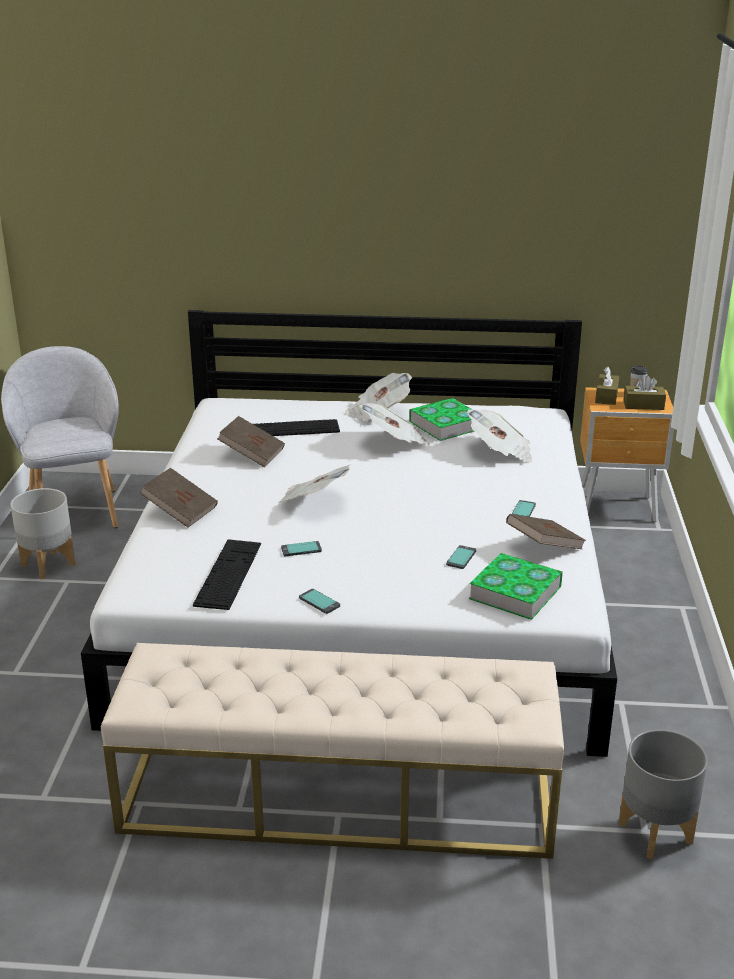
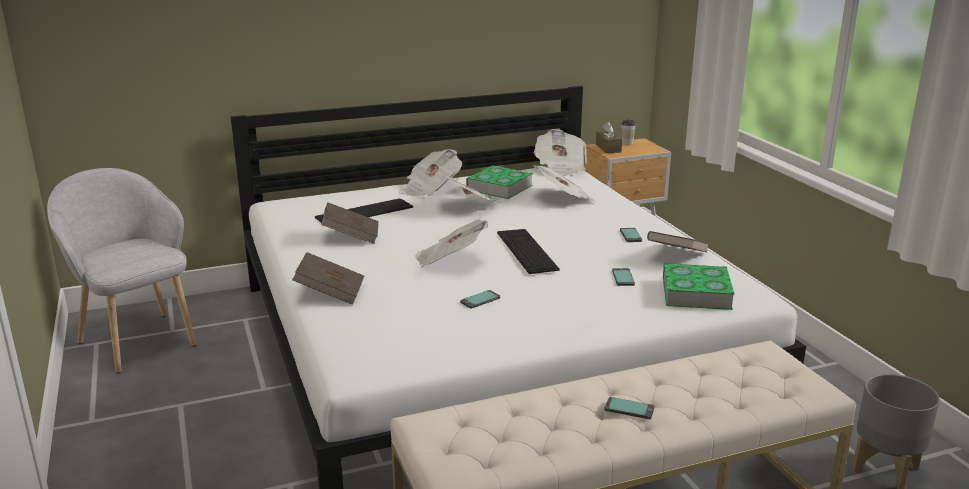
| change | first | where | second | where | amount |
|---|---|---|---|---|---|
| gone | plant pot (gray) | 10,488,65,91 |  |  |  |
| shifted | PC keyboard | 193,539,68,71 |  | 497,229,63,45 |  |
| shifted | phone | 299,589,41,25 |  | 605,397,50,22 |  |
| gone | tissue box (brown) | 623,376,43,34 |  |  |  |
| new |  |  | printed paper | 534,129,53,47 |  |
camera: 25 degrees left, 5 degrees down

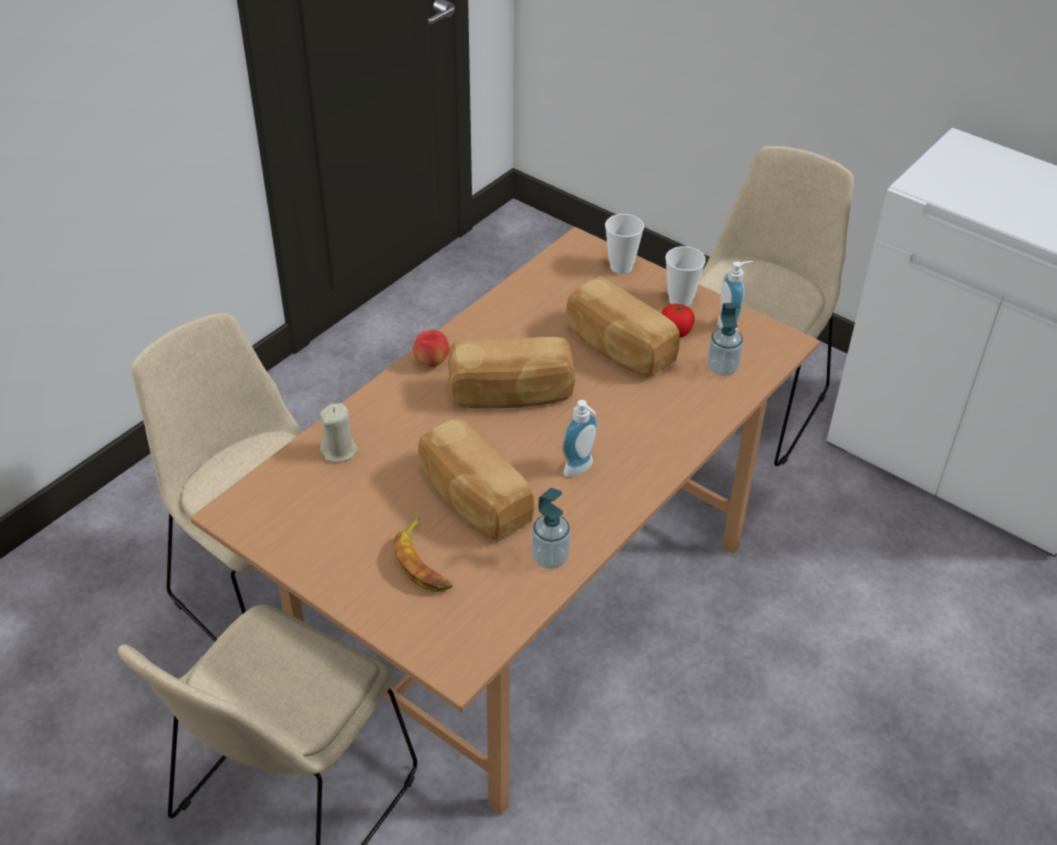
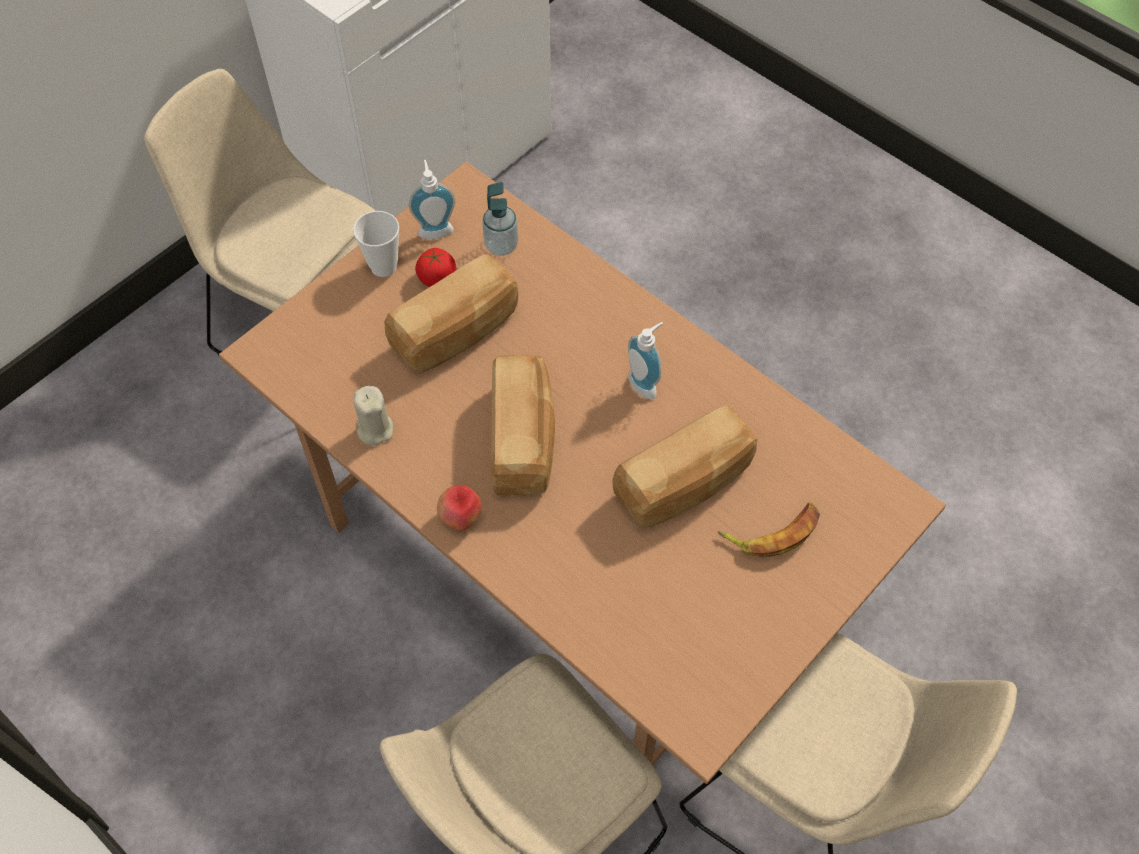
| change | first | where | second | where | amount |
|---|---|---|---|---|---|
| shifted | candle (beige) | 320,403,38,59 |  | 353,386,40,60 |  |
| gone | soap bottle | 532,488,39,81 |  |  |  |
| gone | drinking cup | 605,214,39,60 |  |  |  |
camera: 85 degrees left, 15 degrees up

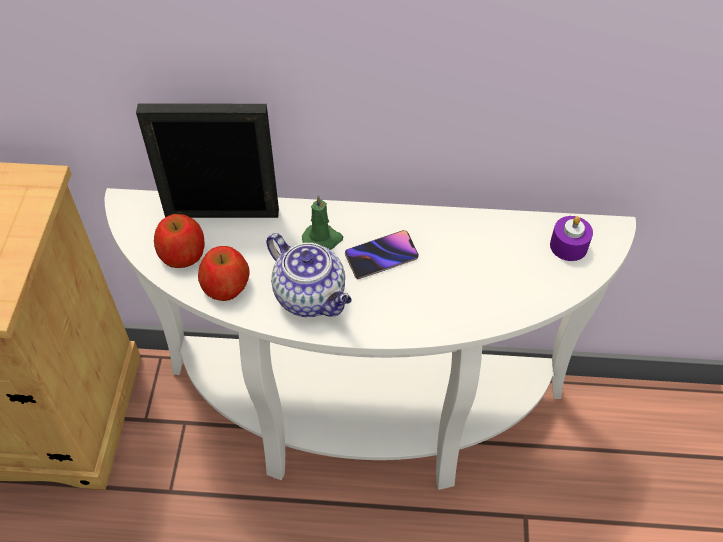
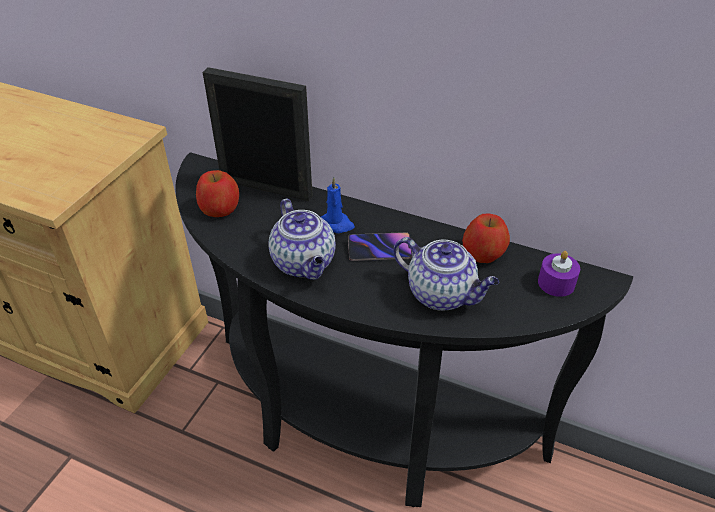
| change | first | where | second | where | amount |
|---|---|---|---|---|---|
| repainted | narrow table (white-coloured) | 104,188,532,302 | narrow table (black) | 175,152,458,355 |  |
| shifted | whole apple | 198,246,52,55 |  | 462,214,48,49 |  |
| repainted | candle (green) | 302,195,41,55 | candle (bluish) | 321,177,34,56 |  |
| new |  |  | teapot | 393,237,106,74 |  |
camera: 20 degrees right, 10 degrees down

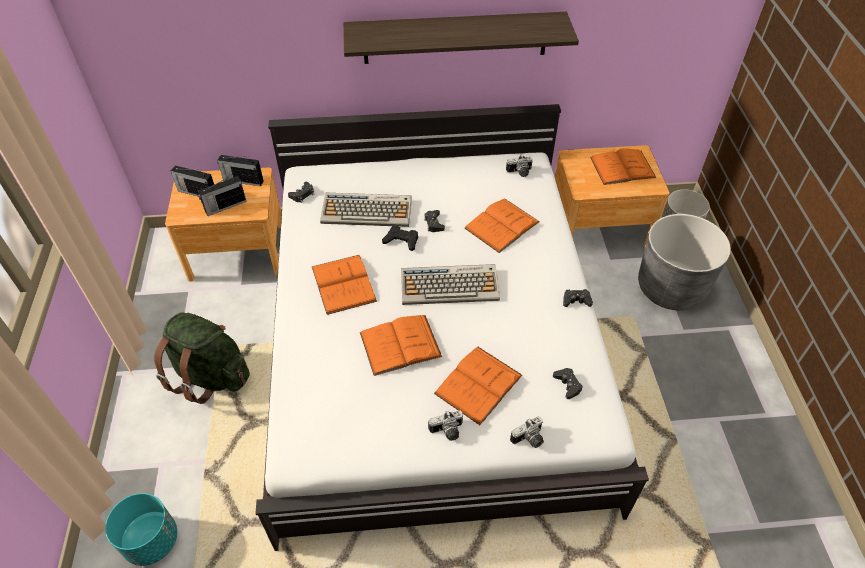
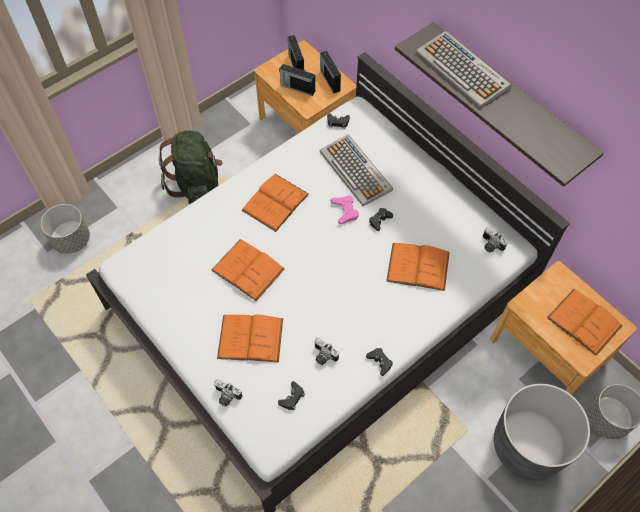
| change | first | where | second | where | amount |
|---|---|---|---|---|---|
| repainted | plant pot (turquoise-coloured) | 105,493,72,73 | plant pot (gray) | 41,204,49,50 |  |
| repainted | joypad (black) | 382,226,36,25 | joypad (pink) | 330,196,29,28 |  |
| shifted | PC keyboard | 401,264,99,41 |  | 416,31,96,77 |  |
| shifted | still camera | 428,410,35,31 |  | 315,337,24,28 |  |
camera: 55 degrees right, 10 degrees up

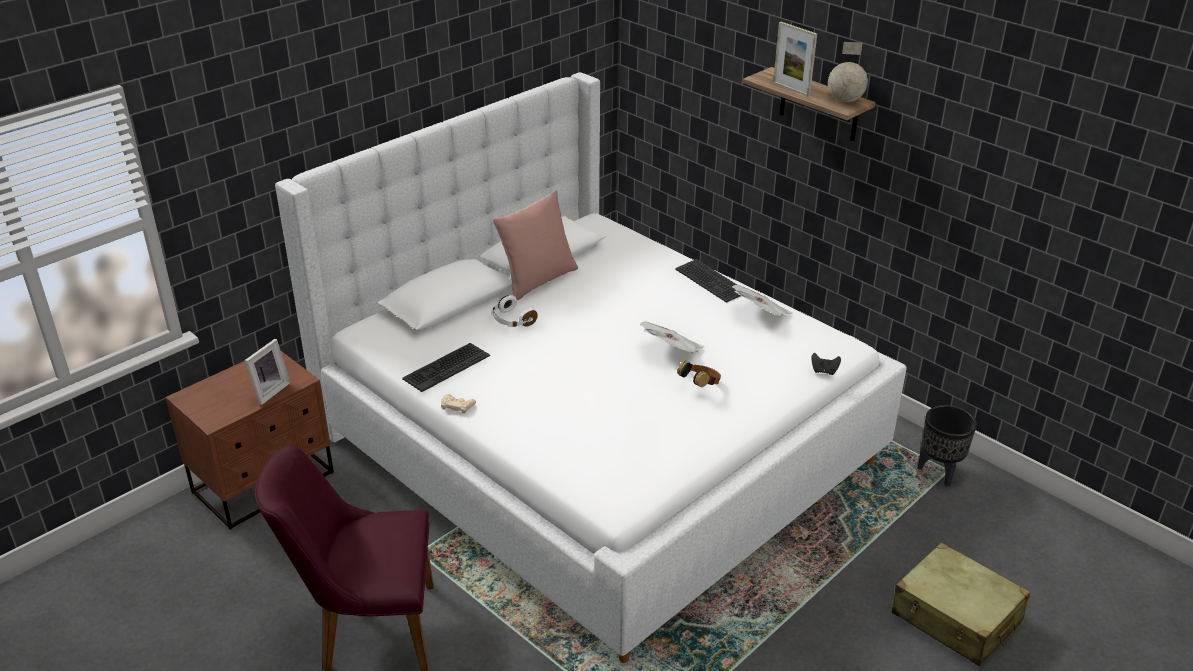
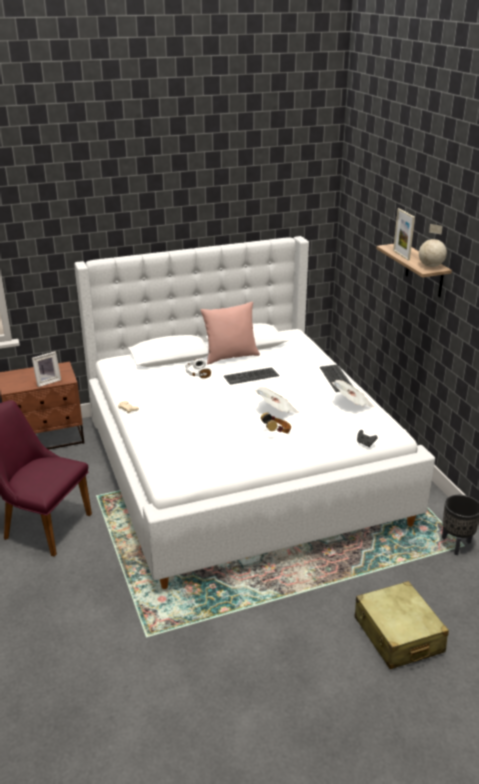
| change | first | where | second | where | amount |
|---|---|---|---|---|---|
| shifted | PC keyboard | 402,343,88,49 |  | 224,367,55,18 |  |
camera: 25 degrees right, 5 degrees down

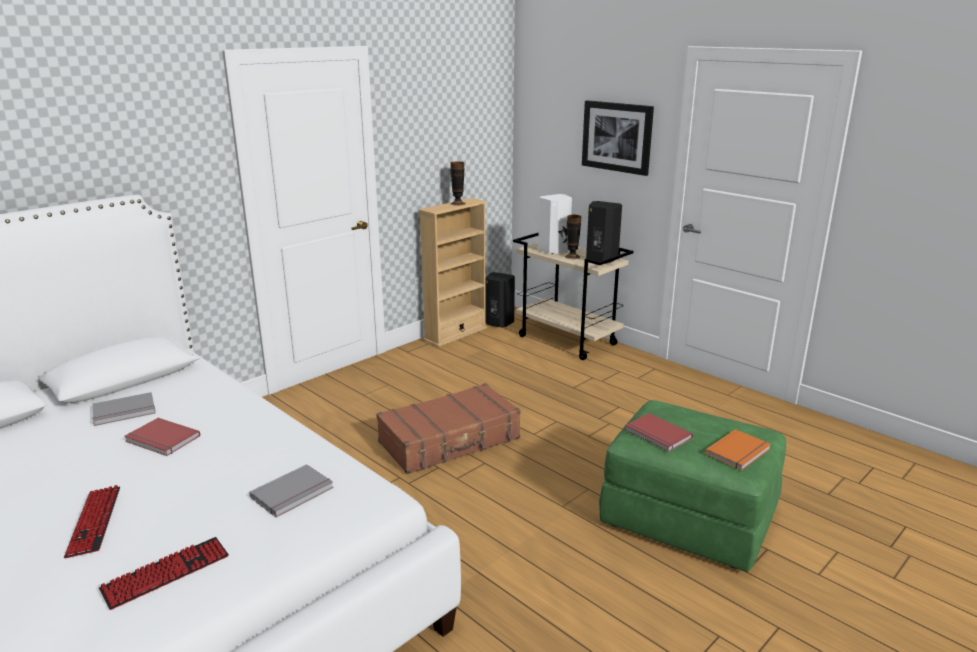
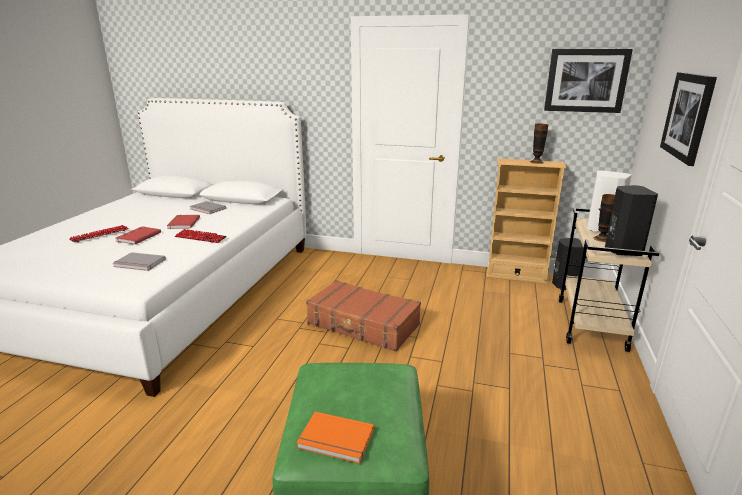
| change | first | where | second | where | amount |
|---|---|---|---|---|---|
| shifted | PC keyboard | 99,537,130,73 |  | 175,229,52,14 |  |
| shifted | volume (red-coloured) | 625,413,68,39 |  | 116,227,45,17 |  |
| new |  |  | wall art | 544,49,89,64 |  |
camera: 60 degrees right, 0 degrees up

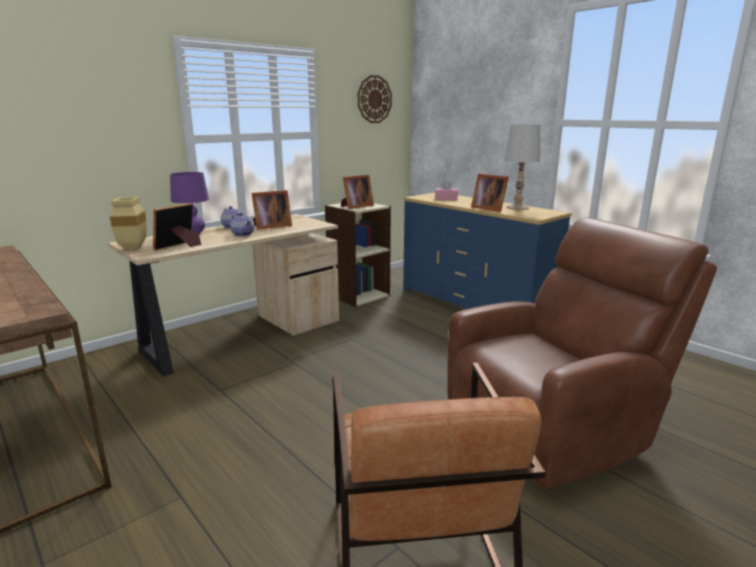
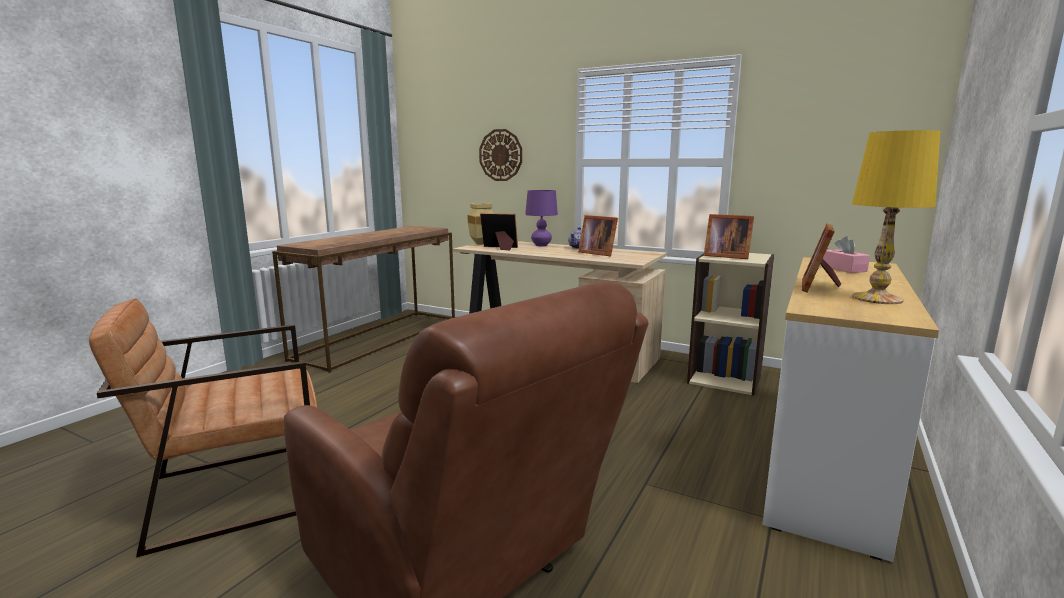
| change | first | where | second | where | amount |
|---|---|---|---|---|---|
| gone | teapot | 230,213,24,24 |  |  |  |
| shifted | wall clock | 358,75,34,48 |  | 479,129,43,52 |  |
| repainted | drawer chest (bluish) | 403,193,169,116 | drawer chest (white-coloured) | 763,257,176,305 |  |
| repainted | tabletop lamp (white-coloured) | 505,125,35,85 | tabletop lamp (yellow) | 852,130,88,174 |  |
camera: 70 degrees right, 5 degrees down

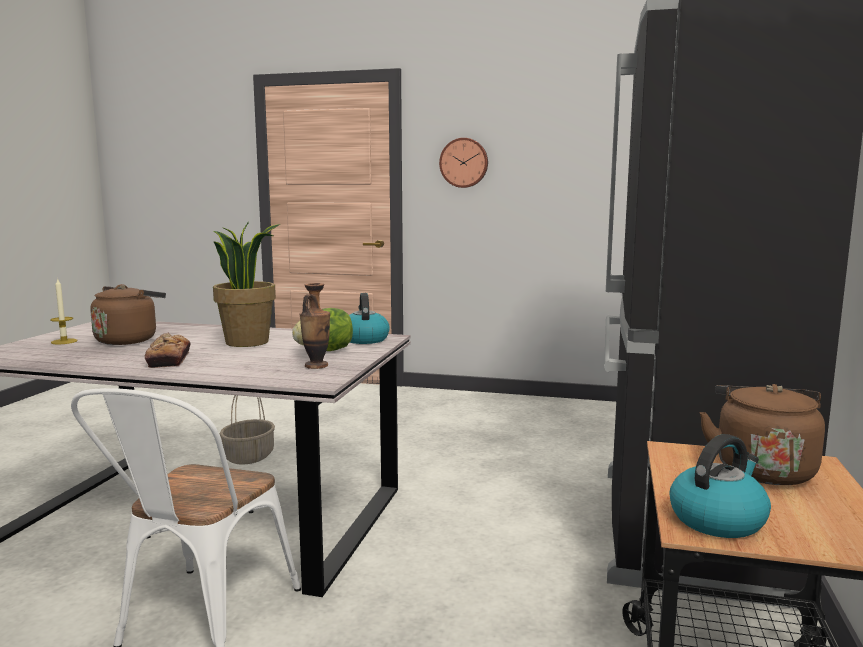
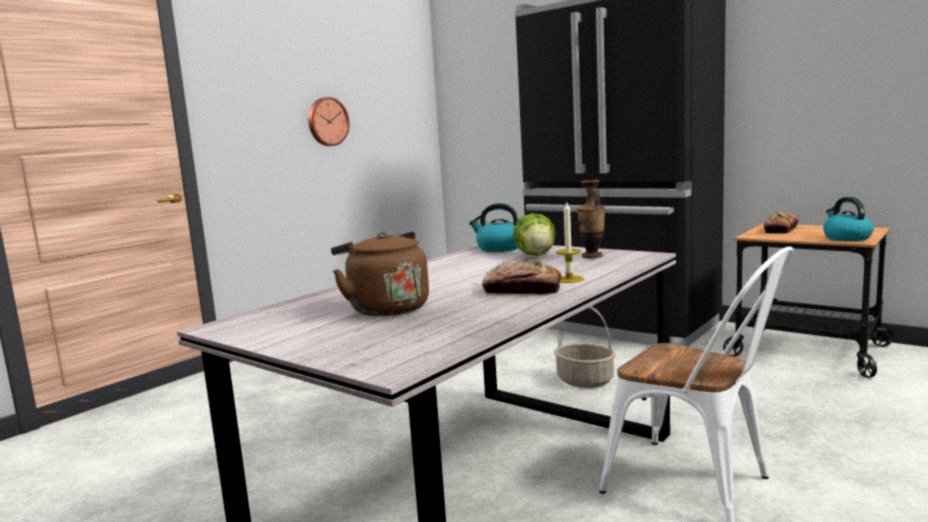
| change | first | where | second | where | amount |
|---|---|---|---|---|---|
| shifted | candle | 50,278,28,66 |  | 556,201,28,82 |  |
| gone | houseplant | 213,222,67,125 |  |  |  |
| shifted | basket | 220,395,55,69 |  | 554,306,61,82 |  |
| shifted | wall clock | 439,138,49,50 |  | 308,97,41,49 |  |
| swapped | kettle (brown) | 699,384,126,101 | bread | 764,211,34,23 |  |
camera: 65 degrees left, 0 degrees up

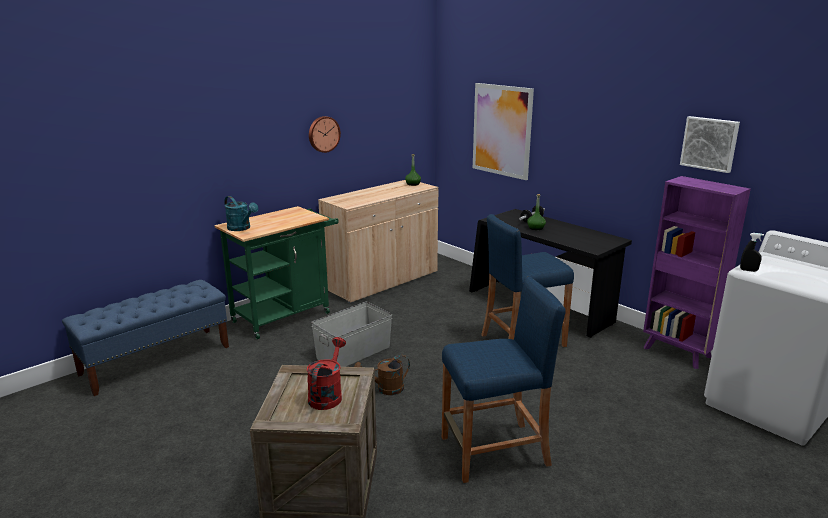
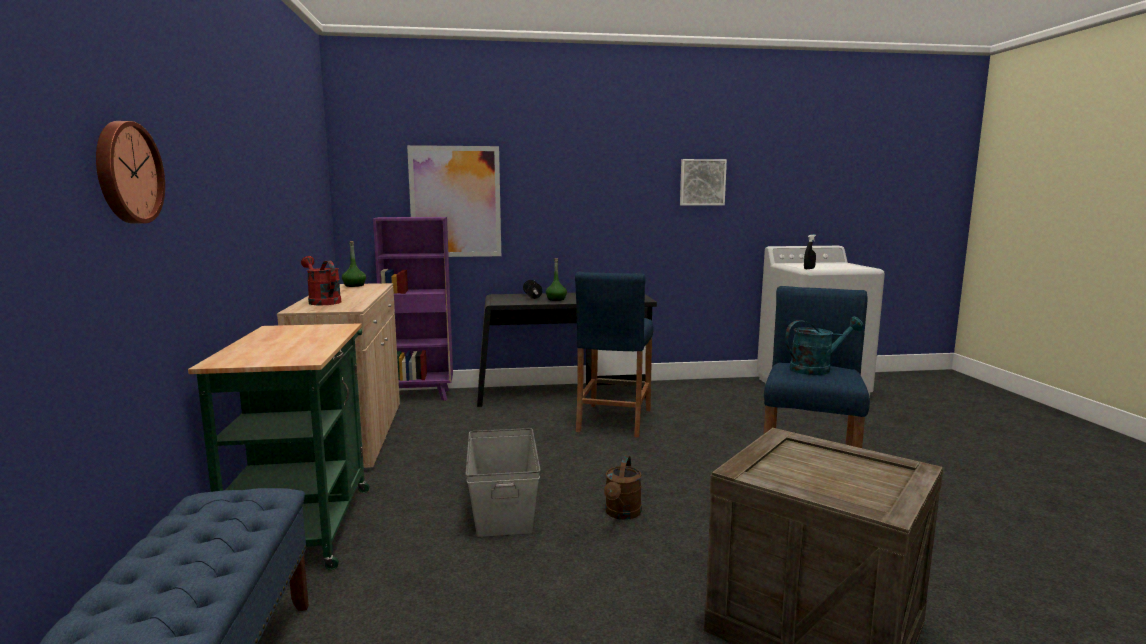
| change | first | where | second | where | amount |
|---|---|---|---|---|---|
| shifted | sprinkling can (turquoise-coloured) | 224,196,34,35 |  | 785,317,79,58 |  |
| shifted | sprinkling can (red-coloured) | 307,337,39,73 |  | 301,256,40,49 |  |
| shifted | wall clock | 309,116,32,37 |  | 96,121,69,103 |  |
| shifted | bookcase (purple) | 643,176,108,193 |  | 373,217,80,184 |  |
camera: 55 degrees left, 10 degrees down

